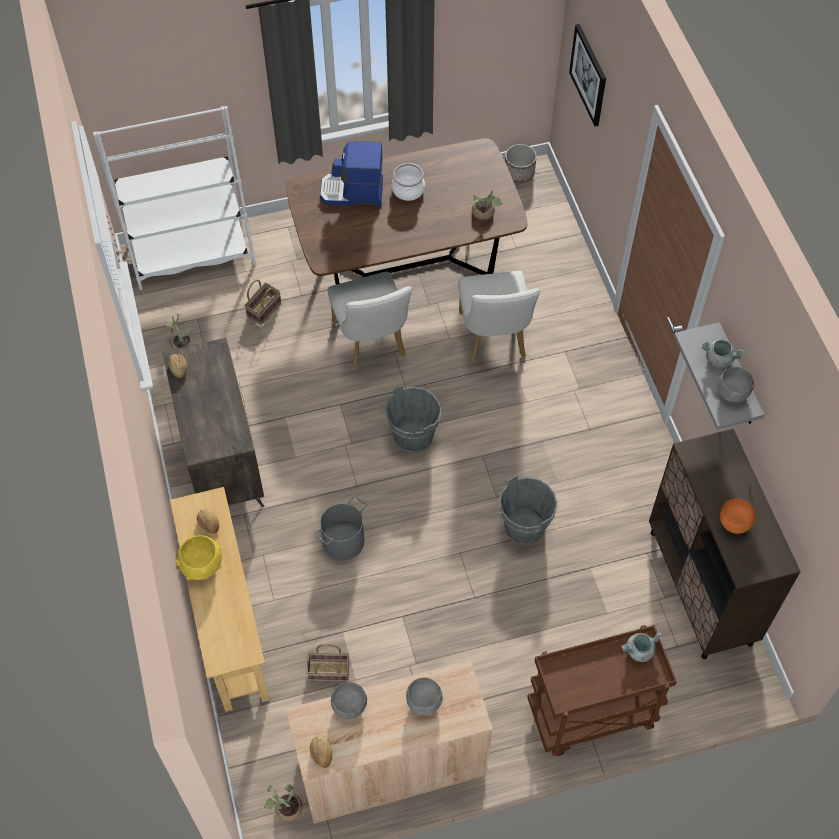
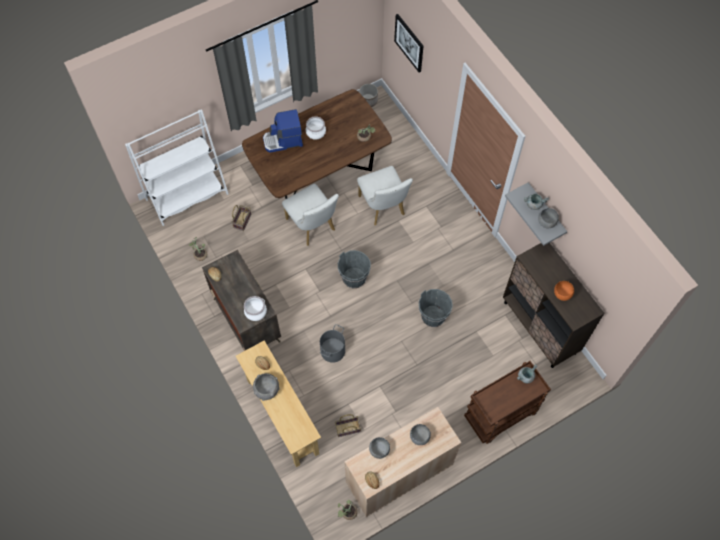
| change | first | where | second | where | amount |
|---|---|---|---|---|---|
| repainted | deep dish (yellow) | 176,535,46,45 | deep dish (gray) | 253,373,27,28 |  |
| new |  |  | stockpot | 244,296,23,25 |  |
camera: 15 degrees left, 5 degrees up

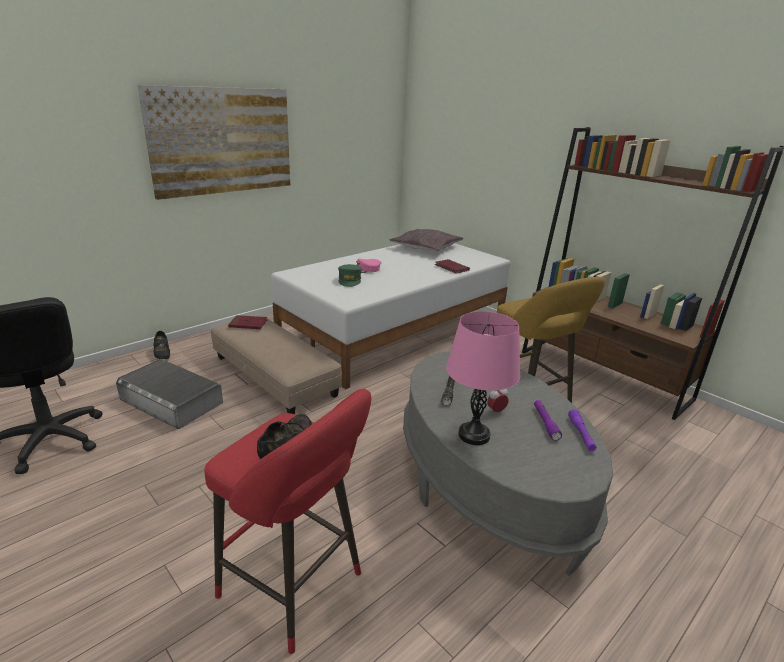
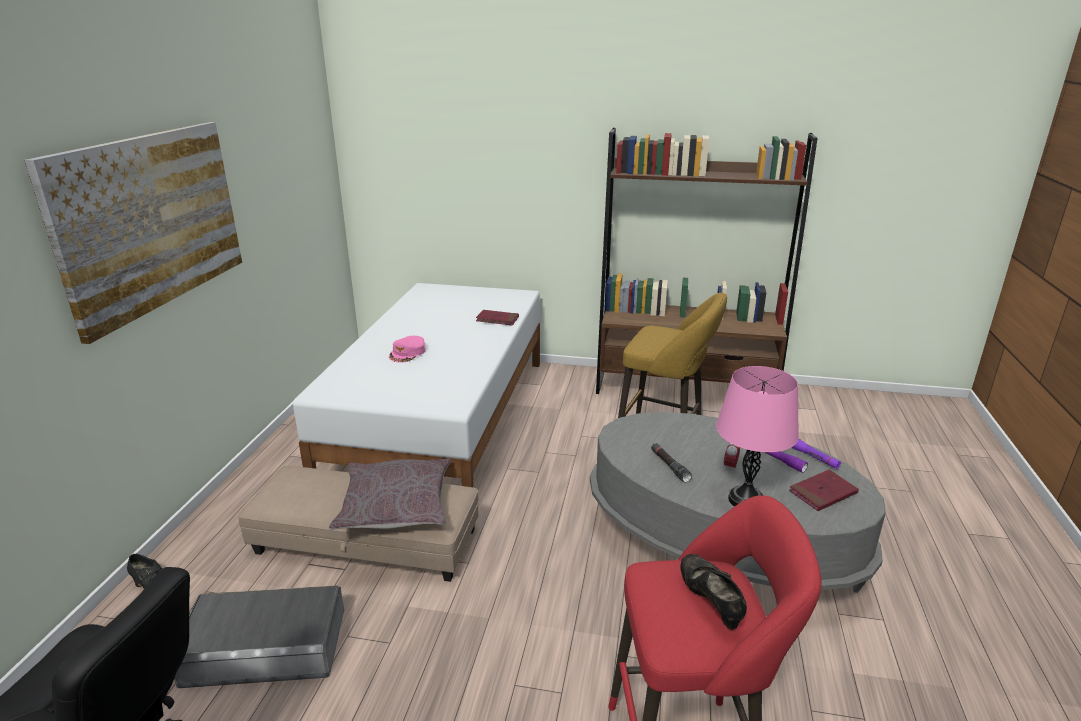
| change | first | where | second | where | amount |
|---|---|---|---|---|---|
| shifted | volume (red-coloured) | 228,315,39,14 |  | 789,470,70,41 |  |
| gone | peaked cap (green) | 338,264,24,23 |  |  |  |
| shifted | cushion (gray) | 389,229,74,22 |  | 329,458,122,72 |  |
camera: 35 degrees left, 0 degrees up

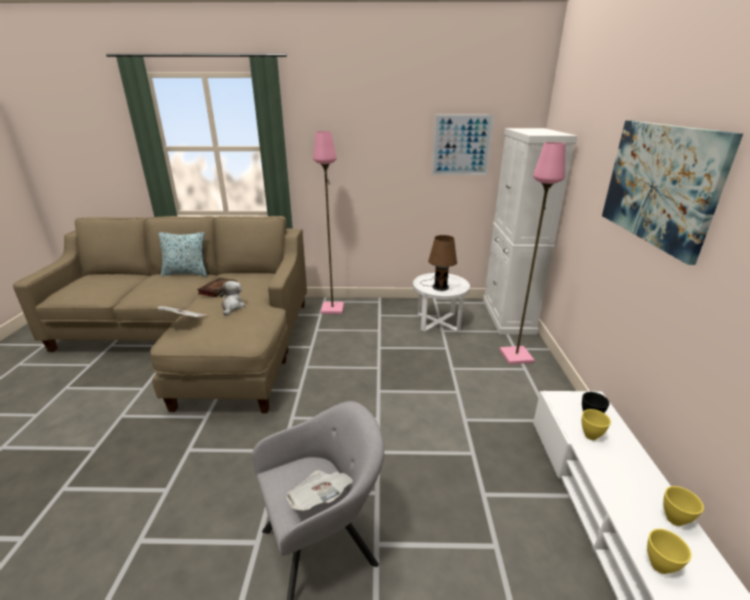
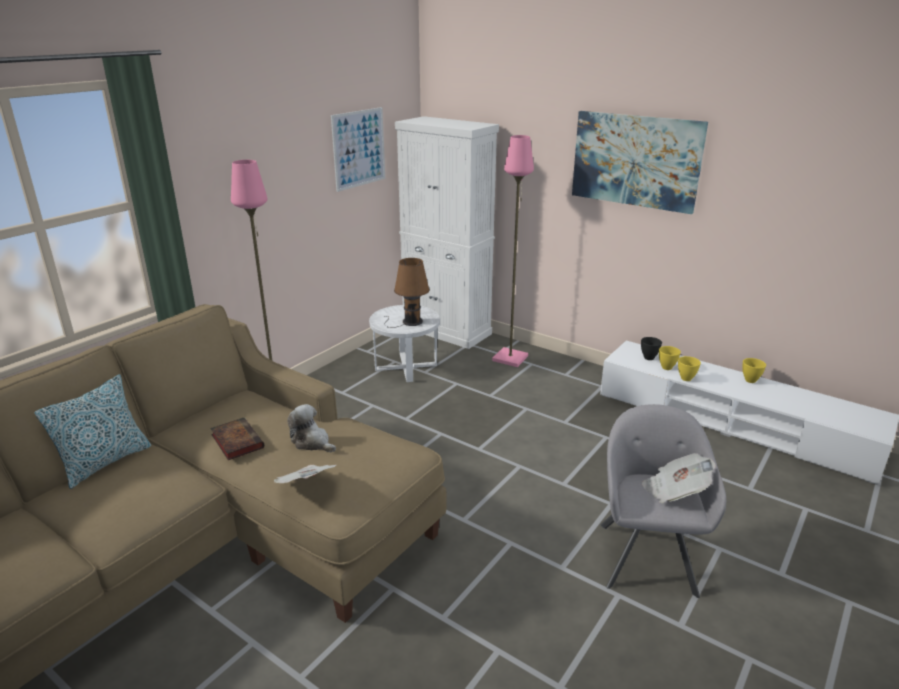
| change | first | where | second | where | amount |
|---|---|---|---|---|---|
| shifted | deep dish (yellow) | 647,529,44,45 |  | 678,356,23,25 |  |
camera: 55 degrees left, 0 degrees up

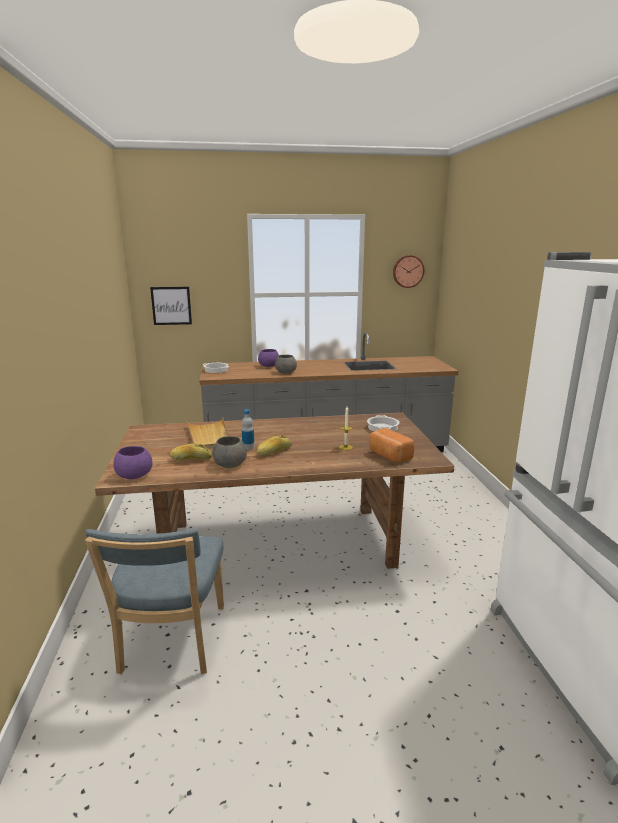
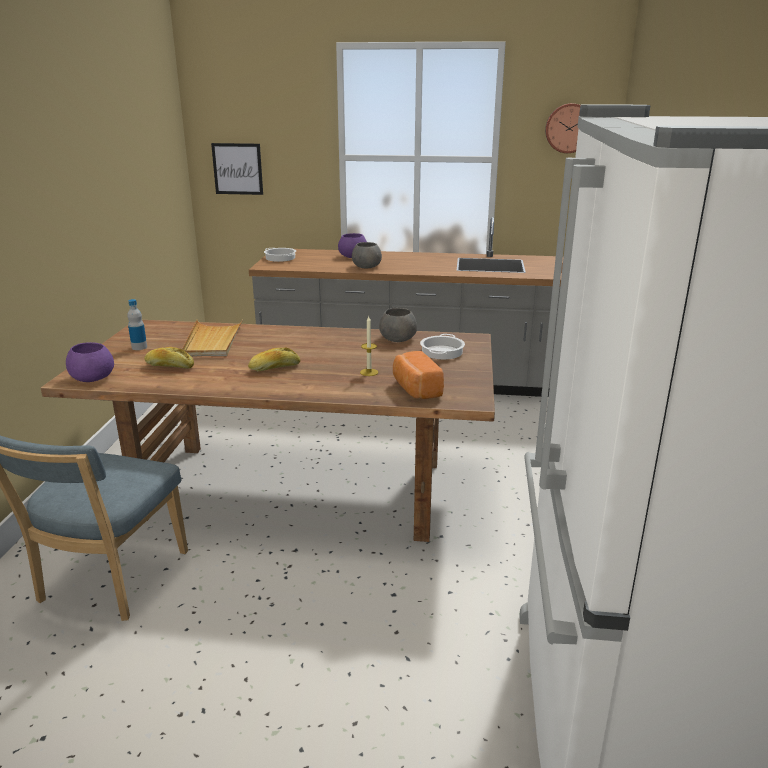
| change | first | where | second | where | amount |
|---|---|---|---|---|---|
| shifted | deep dish (gray) | 212,436,35,32 |  | 379,308,38,34 |  |
| shifted | beverage bottle | 242,409,13,41 |  | 127,299,20,51 |  |
camera: 15 degrees right, 5 degrees up

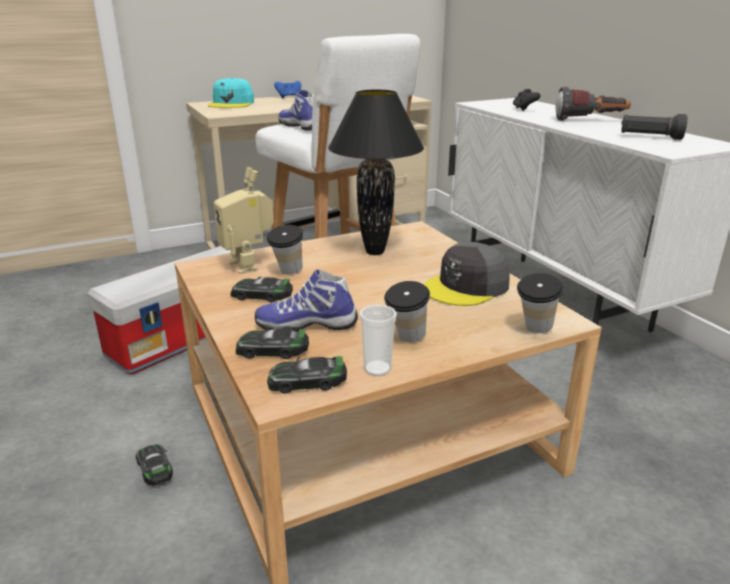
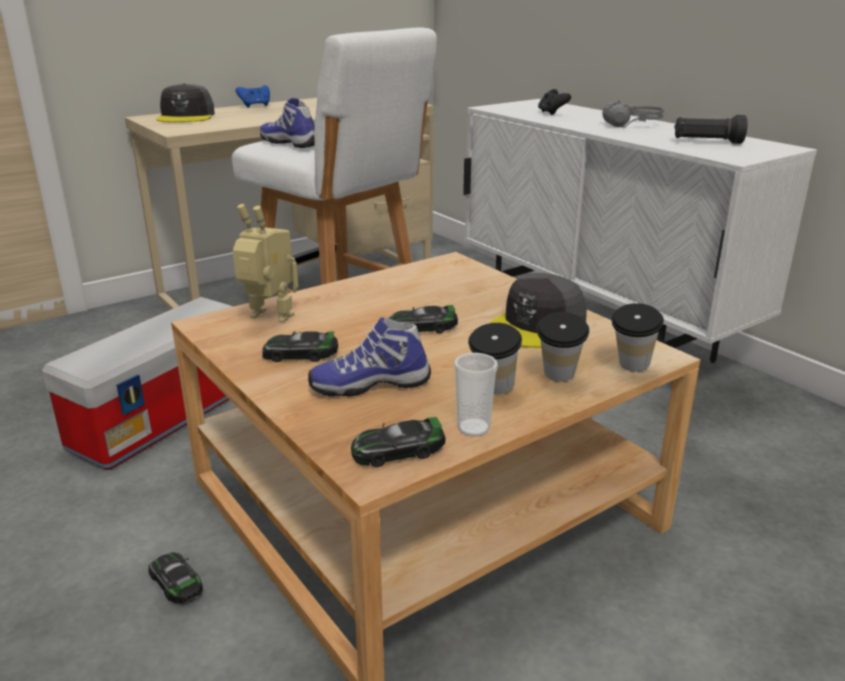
| change | first | where | second | where | amount |
|---|---|---|---|---|---|
| repainted | peaked cap (turquoise-coloured) | 208,78,46,30 | peaked cap (gray) | 157,83,58,39 |  |
| rotated | model robot | 214,167,60,107 |  | 233,204,65,119 | 150 degrees clockwise |
| shifted | miniature car | 236,327,73,32 |  | 389,305,69,28 |  |
| shifted | drinking cup | 267,225,36,50 |  | 537,312,52,70 |  |
| gone | tabletop lamp (black) | 328,90,96,165 |  |  |  |
| swapped | torch | 555,87,76,34 | headset (gray) | 602,100,62,28 |  |
camera: 10 degrees left, 0 degrees up

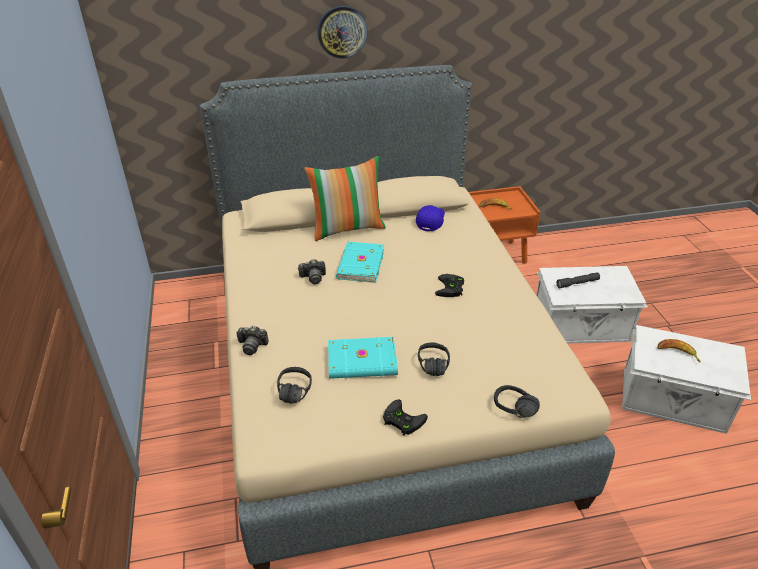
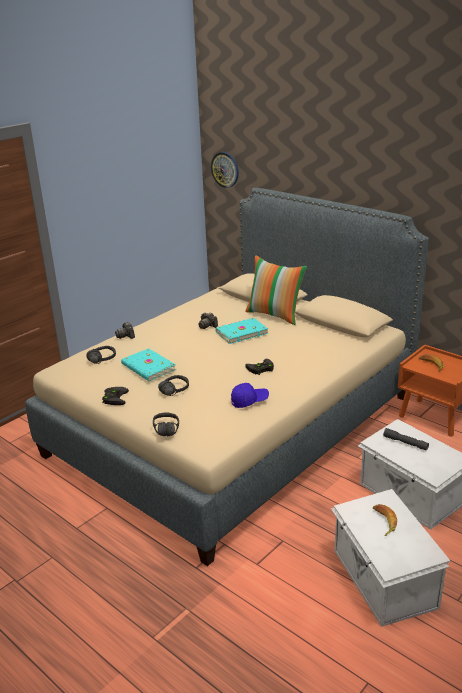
| change | first | where | second | where | amount |
|---|---|---|---|---|---|
| shifted | wall clock | 317,6,51,53 |  | 211,152,28,36 |  |
| shifted | peaked cap (bluish) | 416,205,29,26 |  | 231,383,38,25 |  |
camera: 55 degrees right, 10 degrees down

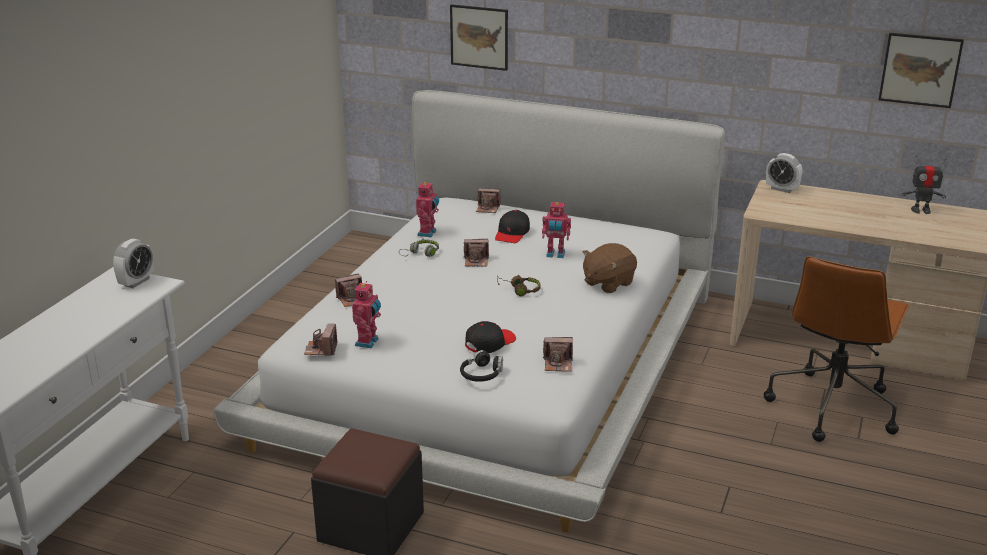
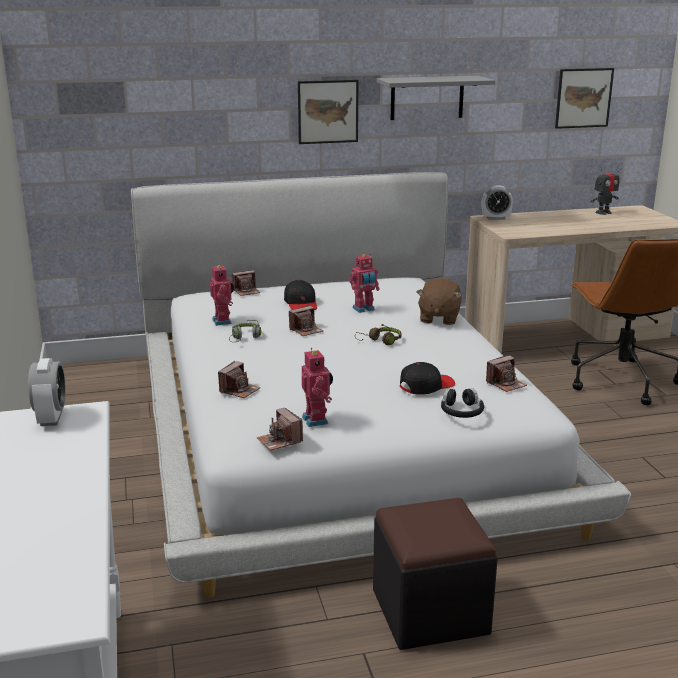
| change | first | where | second | where | amount |
|---|---|---|---|---|---|
| shifted | wall art | 450,4,58,67 |  | 298,80,60,64 |  |
| rotated | peaked cap (black) | 465,321,51,32 |  | 400,362,55,33 | 45 degrees clockwise |
| new |  |  | bracket shelf (gray) | 376,76,119,44 |  |
camera: 35 degrees left, 5 degrees down

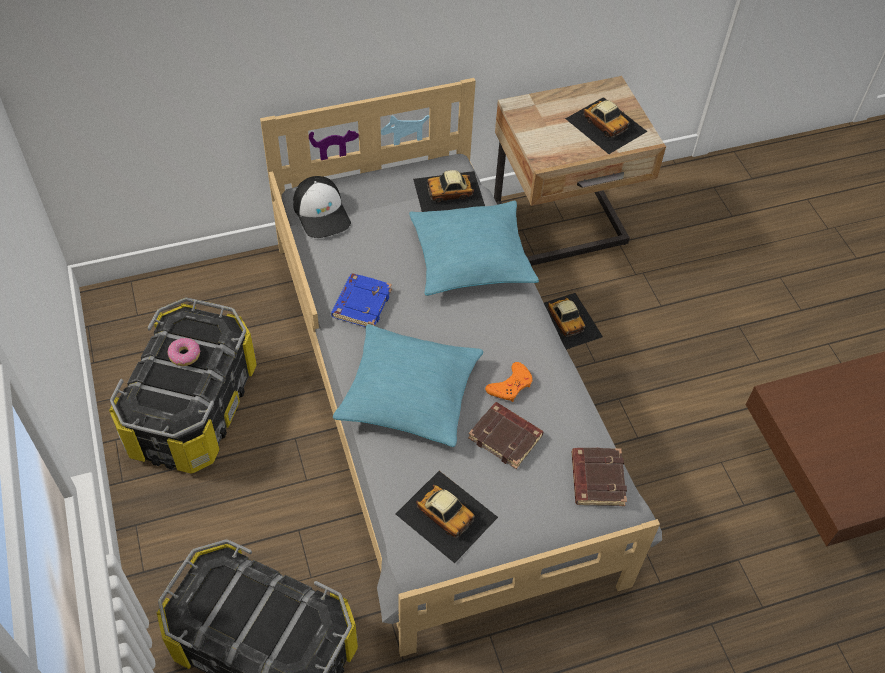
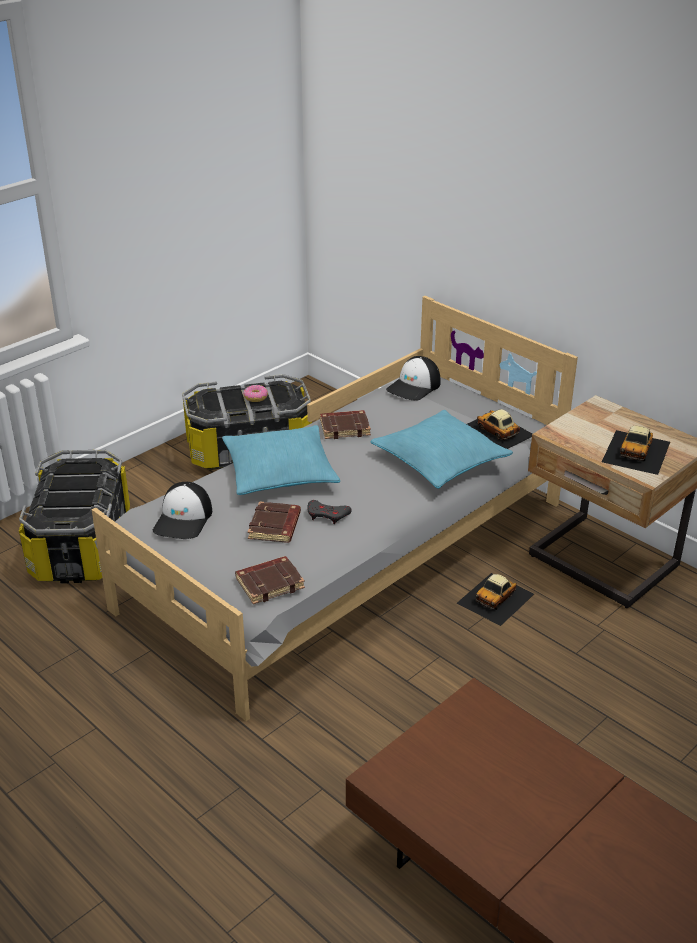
| change | first | where | second | where | amount |
|---|---|---|---|---|---|
| repainted | volume (bluish) | 331,273,61,54 | volume (brown) | 320,410,51,29 |  |
| swapped | miniature car | 396,471,102,92 | peaked cap | 153,482,59,57 |  |
| repainted | joypad (orangey) | 485,362,47,40 | joypad (gray) | 307,500,45,24 |  |
camera: 65 degrees right, 20 degrees down

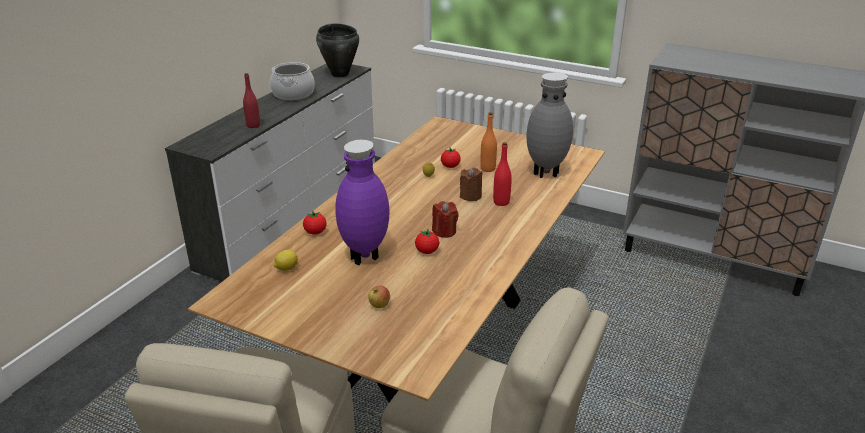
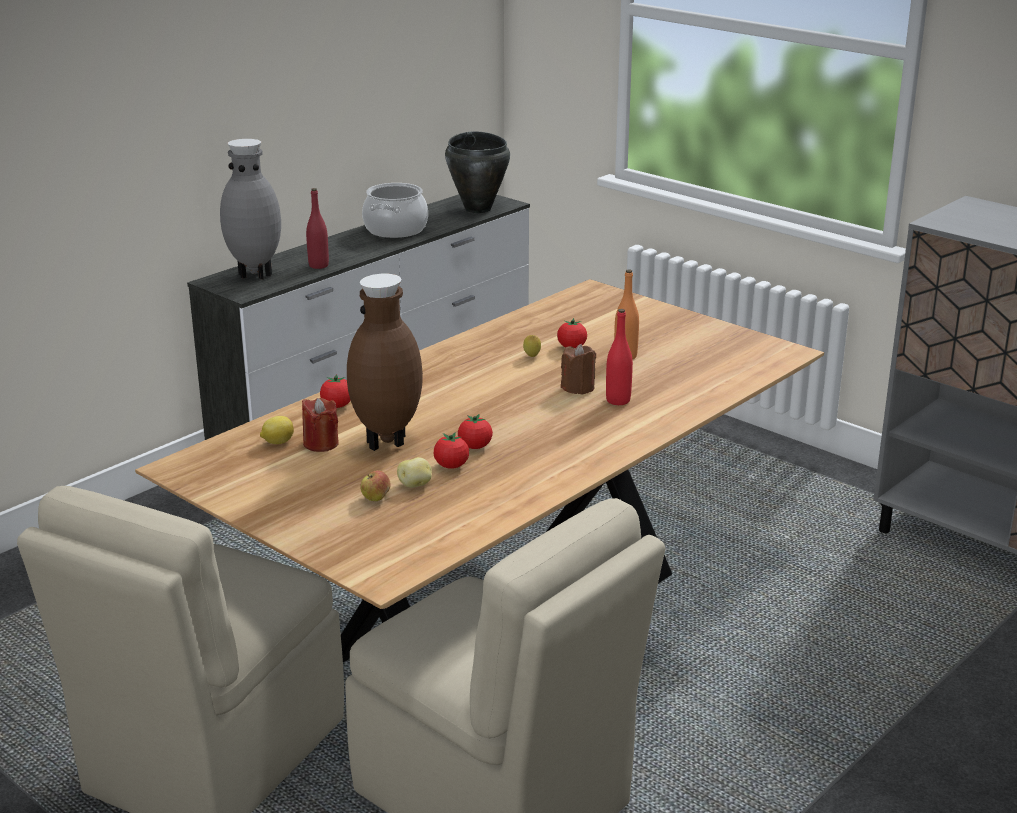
| change | first | where | second | where | amount |
|---|---|---|---|---|---|
| repainted | flower vase (purple) | 335,140,54,125 | flower vase (brown) | 347,274,76,177 |  |
| shifted | candle (red-coloured) | 432,201,27,37 |  | 302,398,37,54 |  |
| shifted | flower vase (gray) | 526,73,47,105 |  | 220,139,61,140 |  |
| new |  |  | spud | 397,457,35,31 |  |
| new |  |  | whole tomato | 434,432,35,37 |  |
camera: 15 degrees right, 5 degrees down

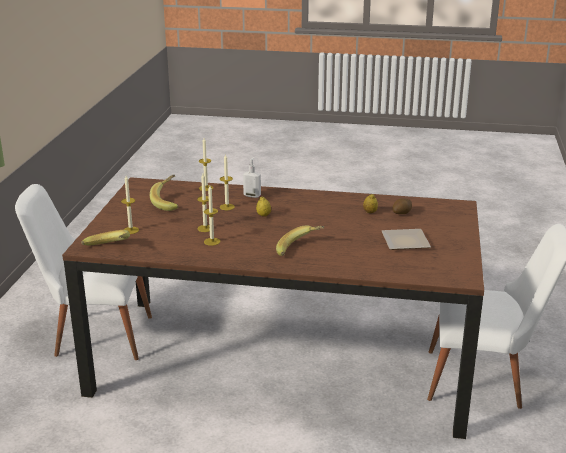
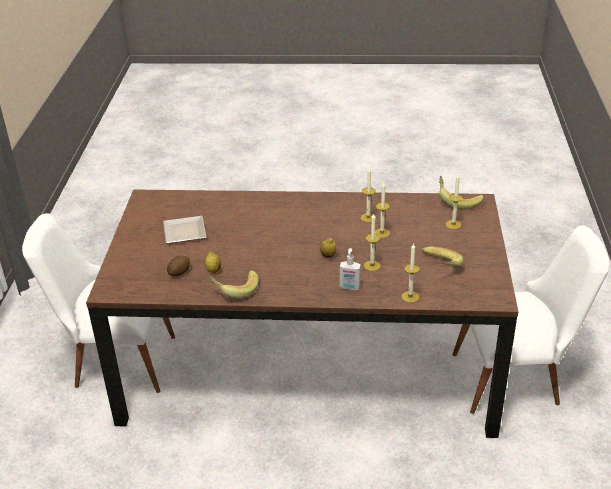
| change | first | where | second | where | amount |
|---|---|---|---|---|---|
| shifted | banana | 276,225,48,31 |  | 208,270,50,28 |  |
camera: 175 degrees right, 10 degrees up

